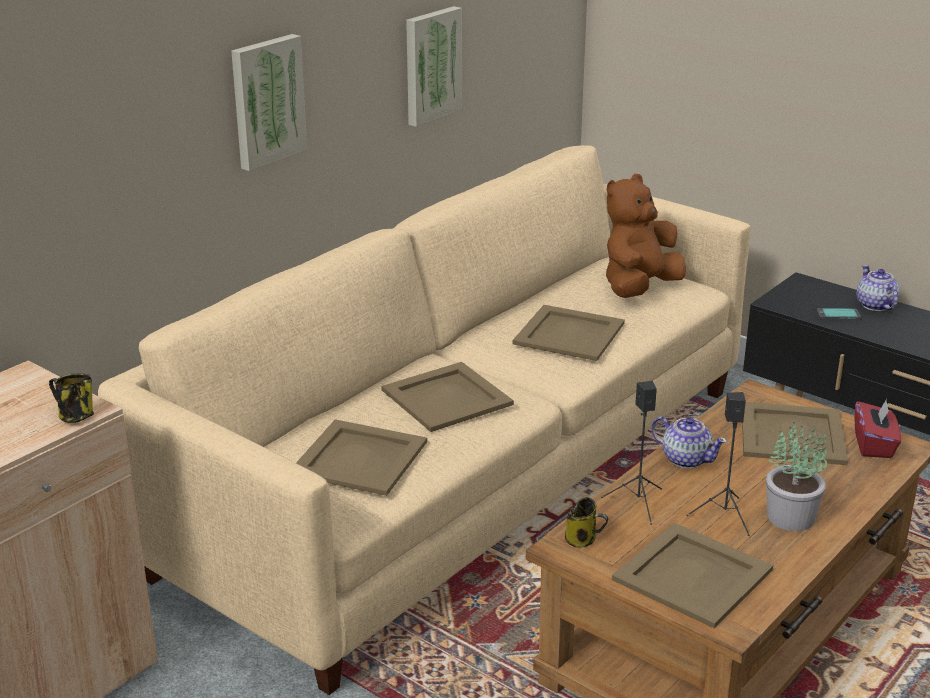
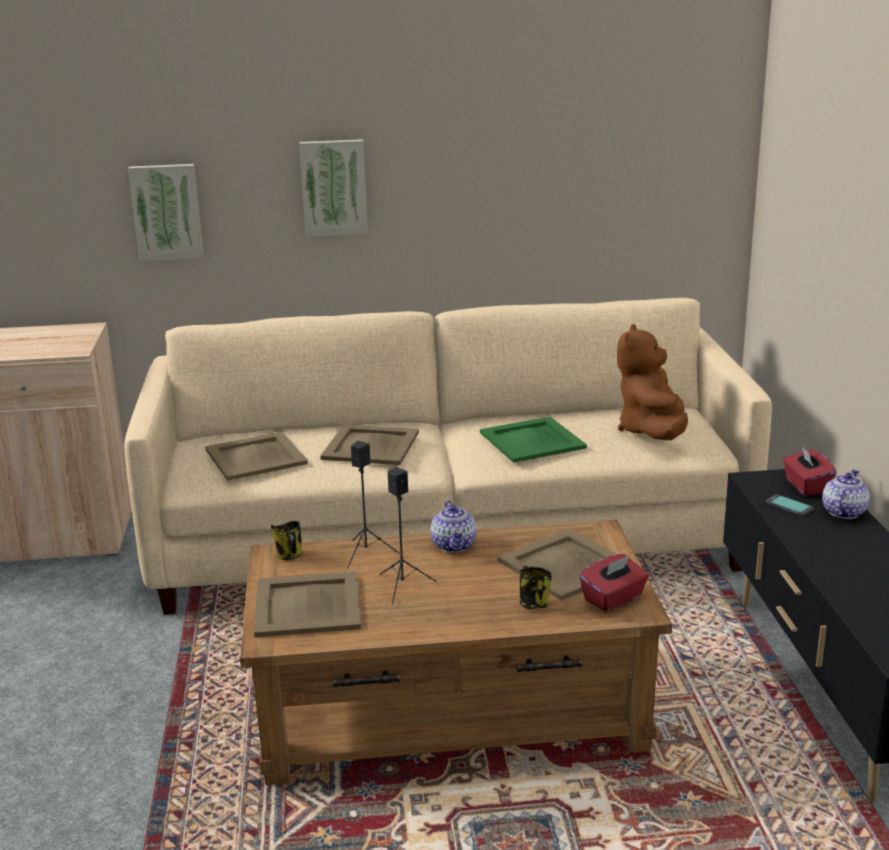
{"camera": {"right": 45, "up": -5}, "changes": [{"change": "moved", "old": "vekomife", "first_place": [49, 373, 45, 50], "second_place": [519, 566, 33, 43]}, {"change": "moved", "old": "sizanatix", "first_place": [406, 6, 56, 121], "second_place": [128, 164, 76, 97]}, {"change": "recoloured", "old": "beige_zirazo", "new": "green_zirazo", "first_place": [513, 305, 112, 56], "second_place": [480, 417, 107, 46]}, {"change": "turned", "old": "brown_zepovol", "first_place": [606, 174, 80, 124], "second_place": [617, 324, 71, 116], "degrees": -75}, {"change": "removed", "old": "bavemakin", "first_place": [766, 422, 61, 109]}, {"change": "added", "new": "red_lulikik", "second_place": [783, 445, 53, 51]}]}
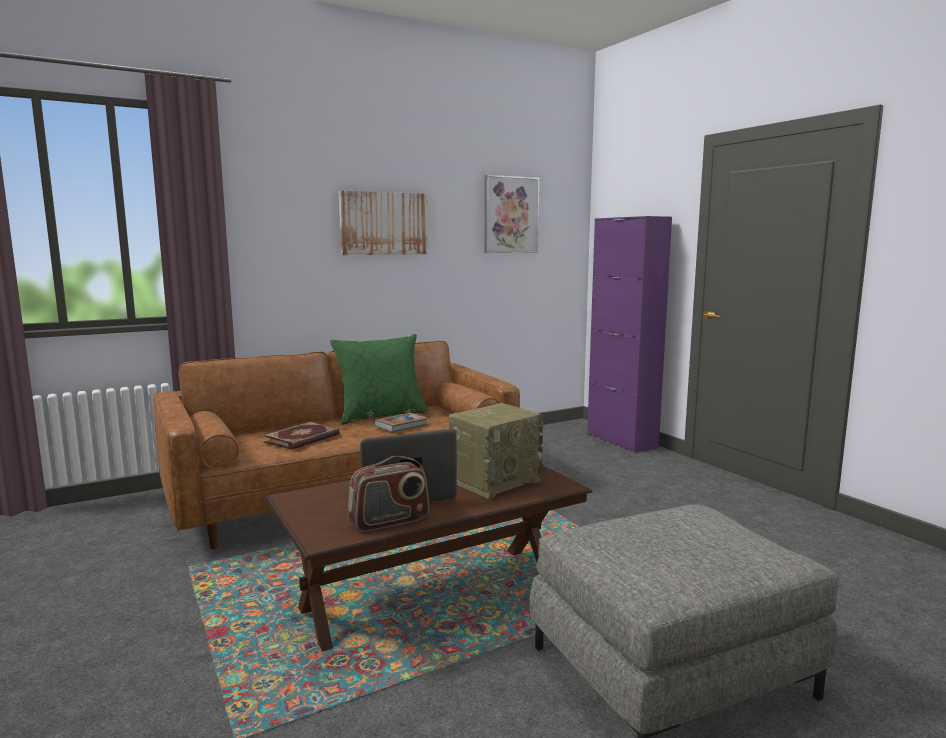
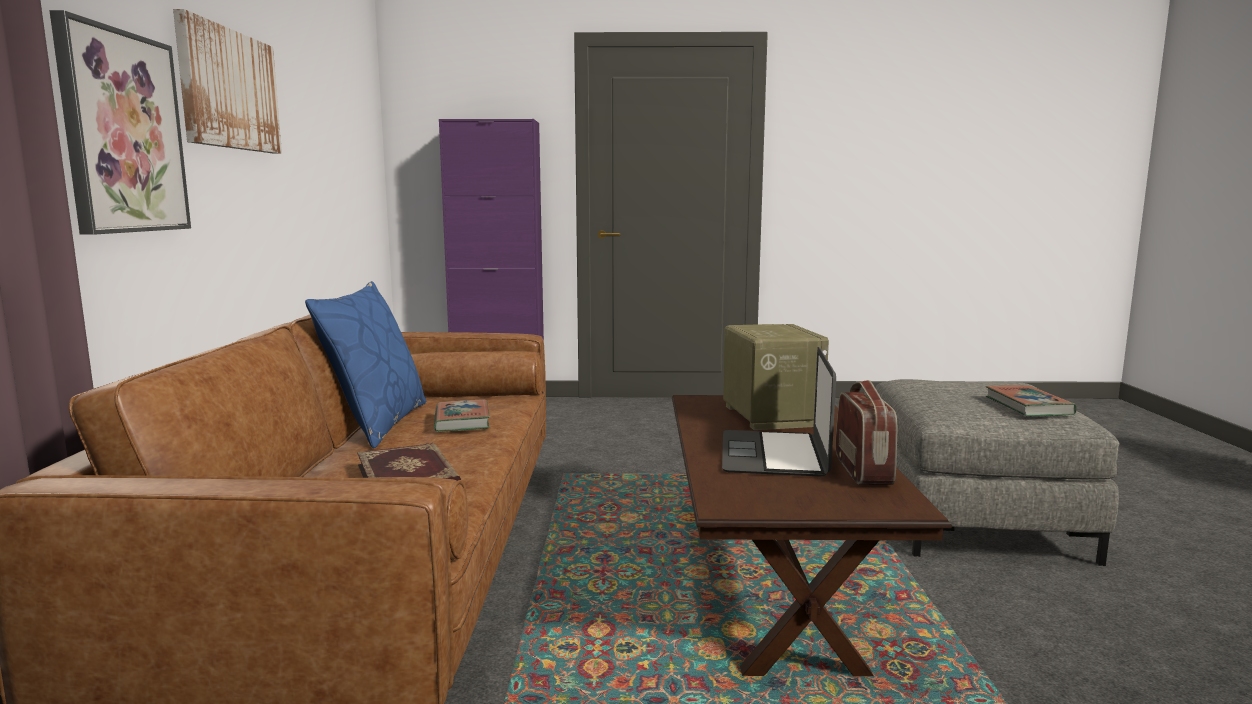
{"camera": {"right": -60, "up": 0}, "changes": [{"change": "recoloured", "old": "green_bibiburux", "new": "blue_bibiburux", "first_place": [330, 334, 99, 91], "second_place": [305, 281, 122, 167]}, {"change": "moved", "old": "sizanatix", "first_place": [484, 175, 55, 78], "second_place": [49, 10, 142, 225]}, {"change": "added", "new": "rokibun", "second_place": [986, 385, 91, 31]}]}
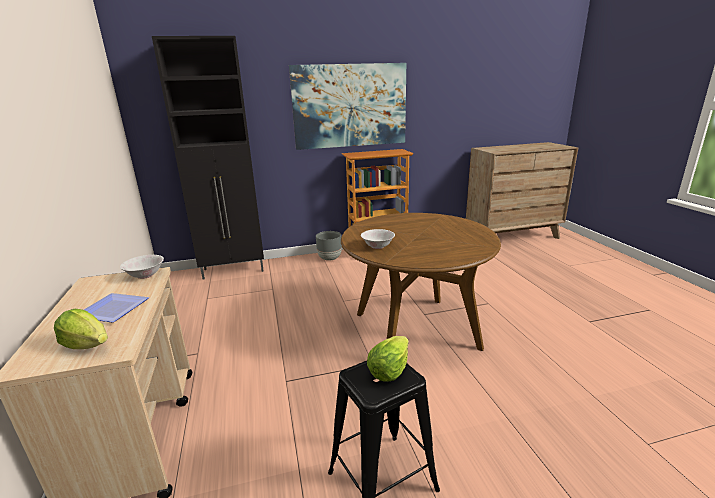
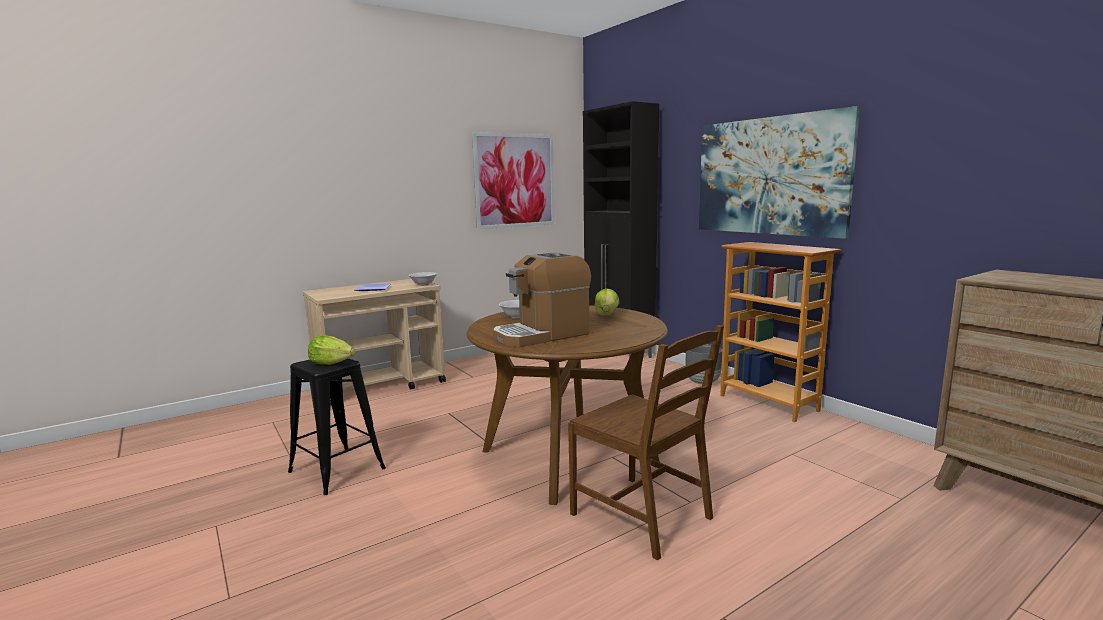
{"camera": {"right": 70, "up": -10}, "changes": [{"change": "moved", "old": "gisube", "first_place": [54, 309, 54, 40], "second_place": [594, 288, 26, 28]}, {"change": "added", "new": "sizanatix", "second_place": [472, 132, 83, 97]}, {"change": "added", "new": "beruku", "second_place": [493, 252, 98, 95]}, {"change": "added", "new": "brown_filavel", "second_place": [568, 325, 156, 235]}]}
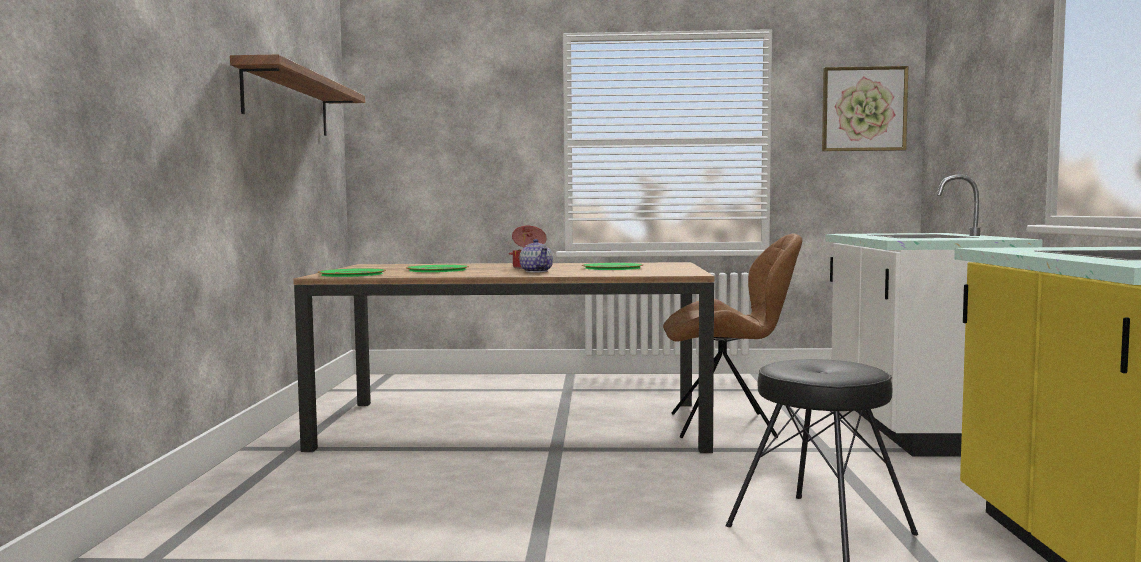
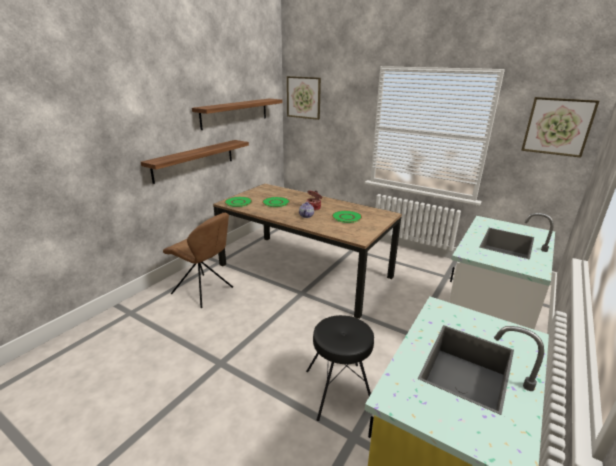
{"camera": {"right": 30, "up": 20}, "changes": [{"change": "moved", "old": "brown_filavel", "first_place": [663, 234, 139, 204], "second_place": [163, 213, 70, 95]}, {"change": "added", "new": "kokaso", "second_place": [141, 140, 108, 44]}, {"change": "added", "new": "sizanatix", "second_place": [287, 76, 34, 44]}]}
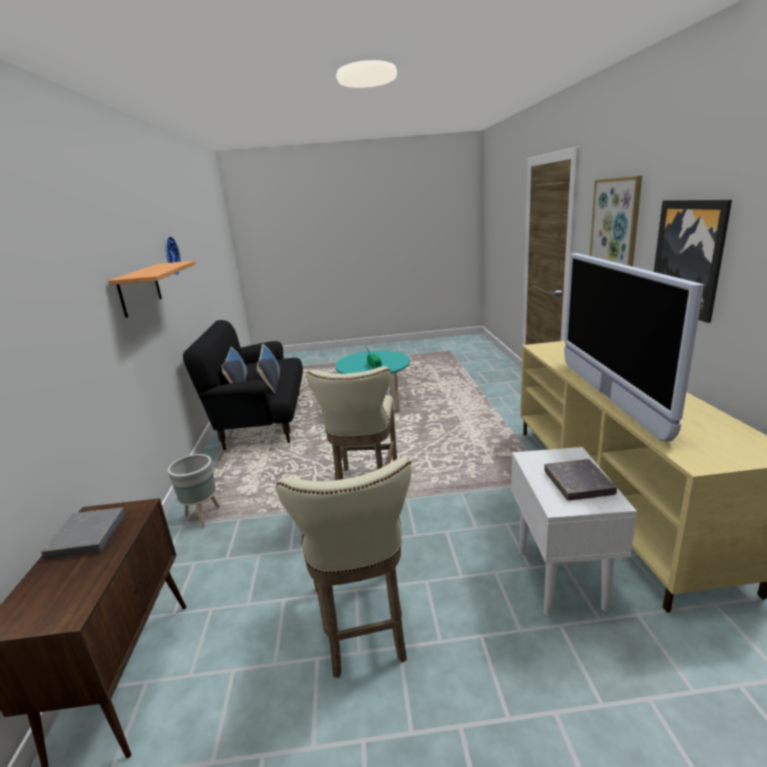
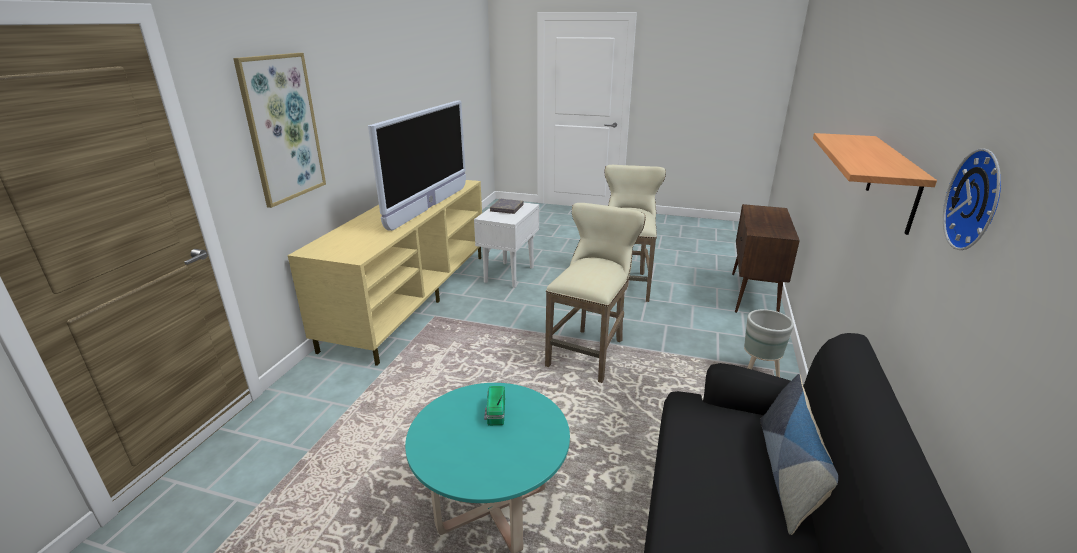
{"camera": {"right": -160, "up": 5}, "changes": [{"change": "removed", "old": "grey_rokibun", "first_place": [41, 507, 84, 52]}, {"change": "removed", "old": "bibiburux", "first_place": [257, 343, 23, 51]}, {"change": "removed", "old": "sizanatix", "first_place": [654, 200, 78, 123]}]}
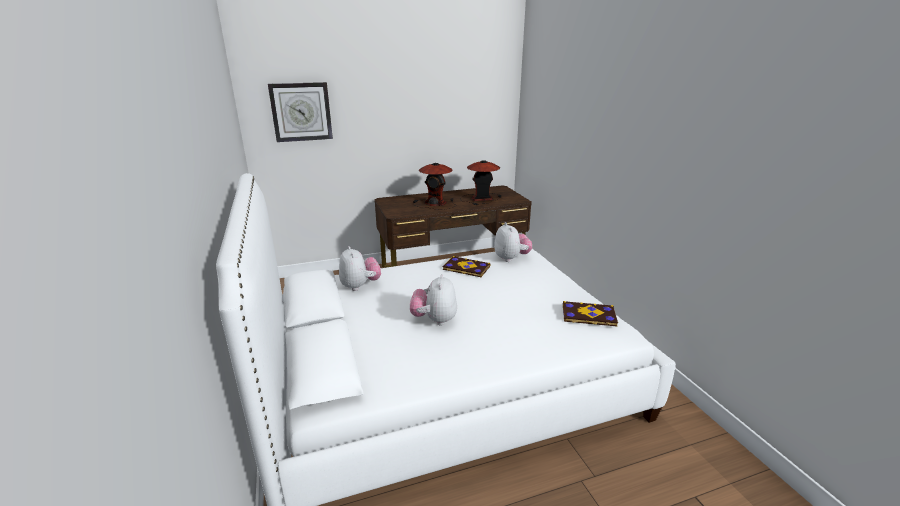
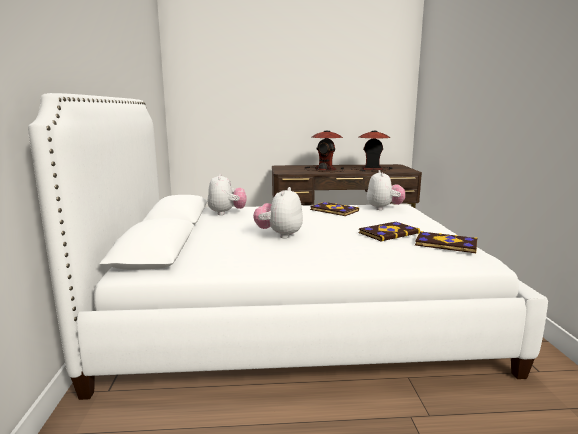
{"camera": {"right": 15, "up": -10}, "changes": [{"change": "removed", "old": "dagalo", "first_place": [268, 82, 65, 60]}, {"change": "added", "new": "rokibun", "second_place": [358, 222, 62, 20]}]}
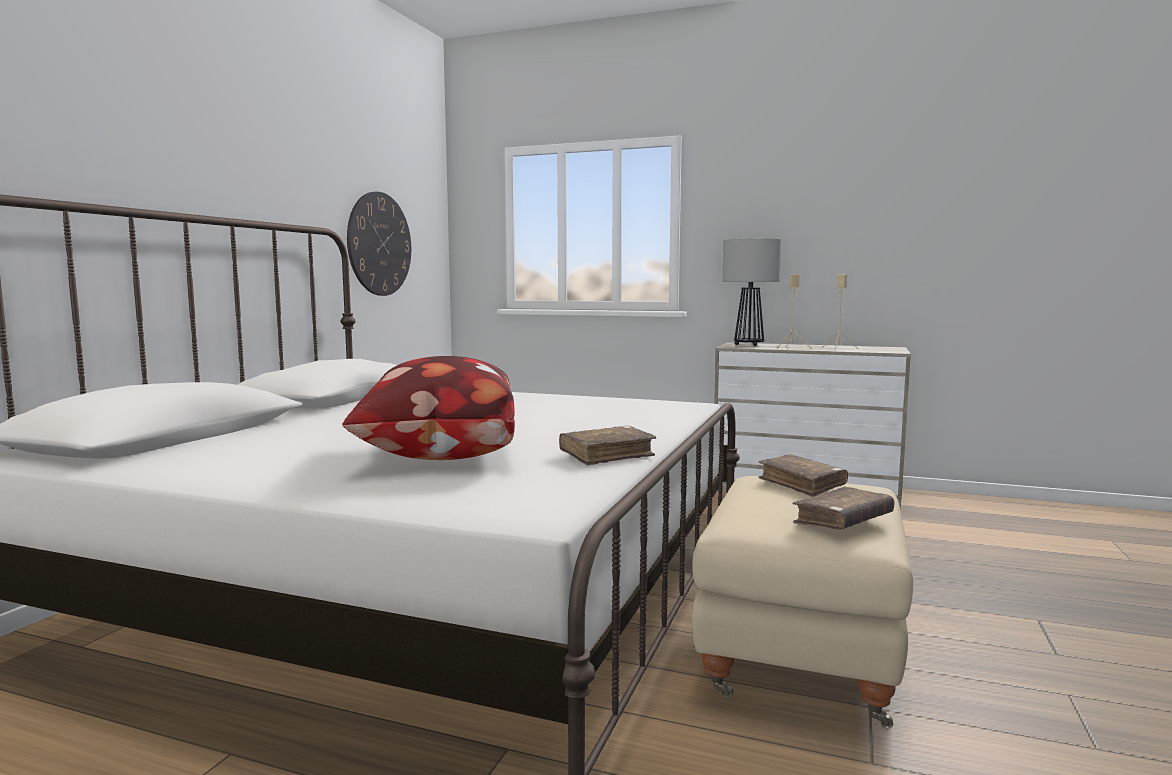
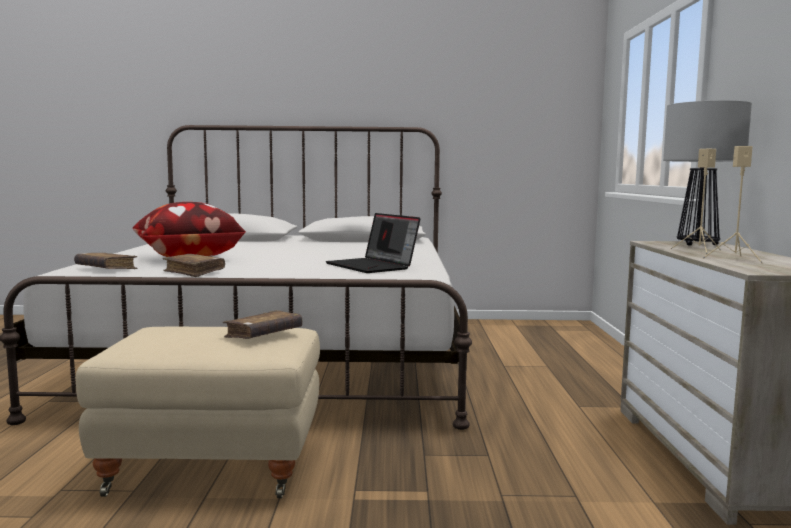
{"camera": {"right": 70, "up": 0}, "changes": [{"change": "removed", "old": "dagalo", "first_place": [347, 192, 64, 104]}, {"change": "moved", "old": "brown_rokibun", "first_place": [793, 486, 101, 44], "second_place": [74, 253, 63, 16]}, {"change": "added", "new": "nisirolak", "second_place": [326, 213, 95, 60]}]}
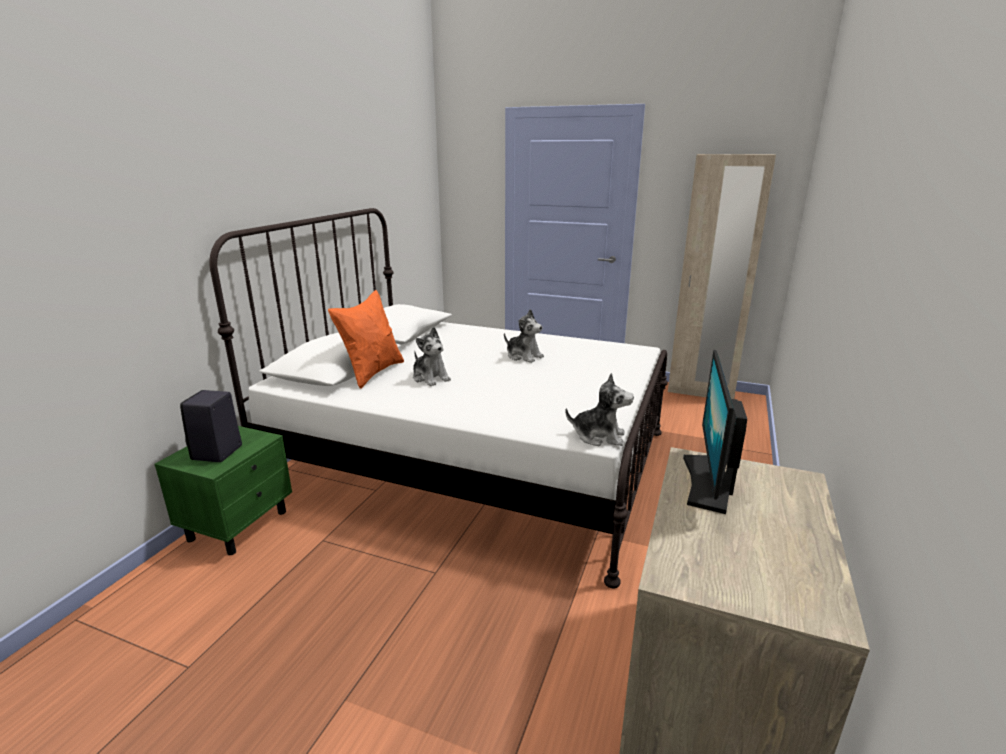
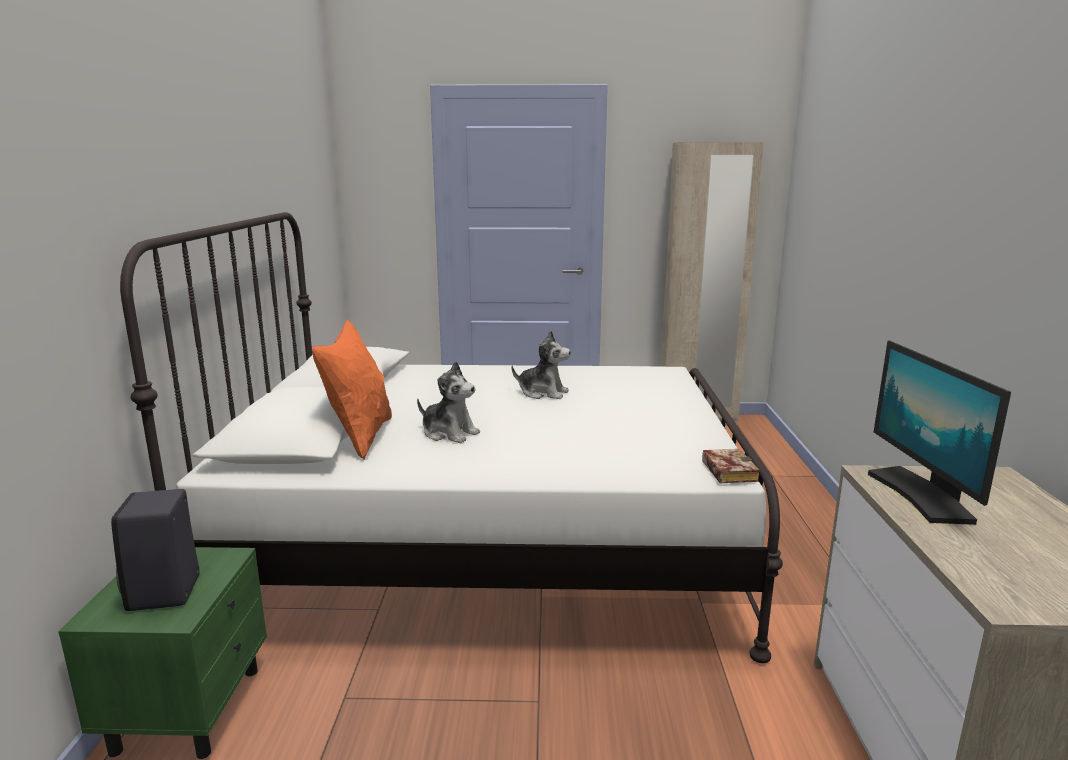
{"camera": {"right": -20, "up": -5}, "changes": [{"change": "replaced", "old": "zepovol", "new": "rokibun", "first_place": [565, 373, 69, 73], "second_place": [702, 449, 58, 34]}]}
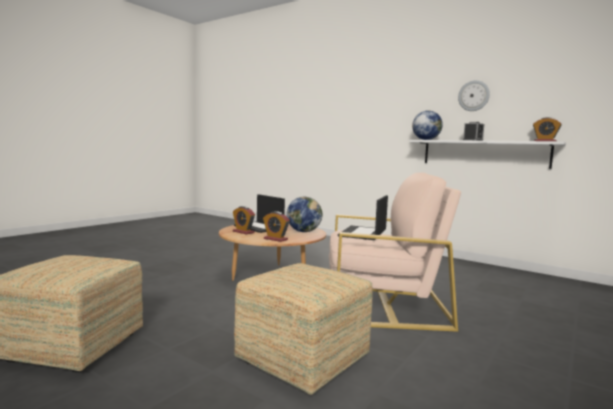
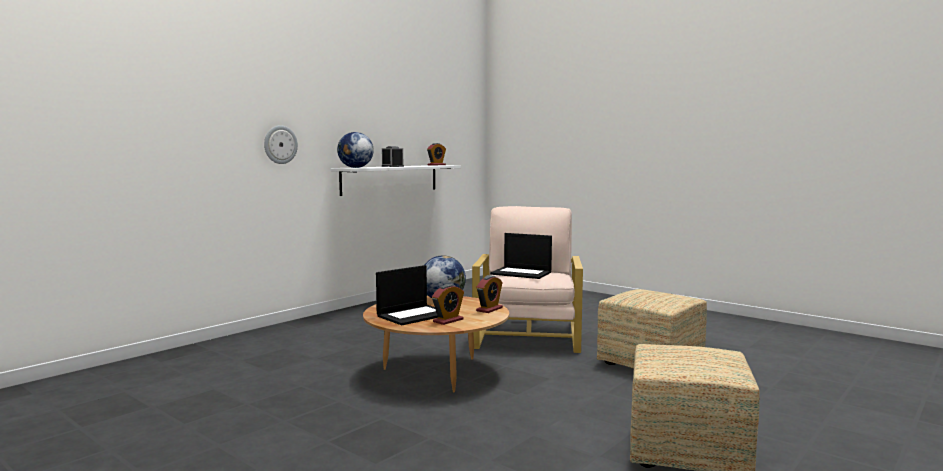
{"camera": {"right": -85, "up": 0}, "changes": [{"change": "moved", "old": "dagalo", "first_place": [458, 80, 32, 31], "second_place": [264, 125, 34, 39]}]}
